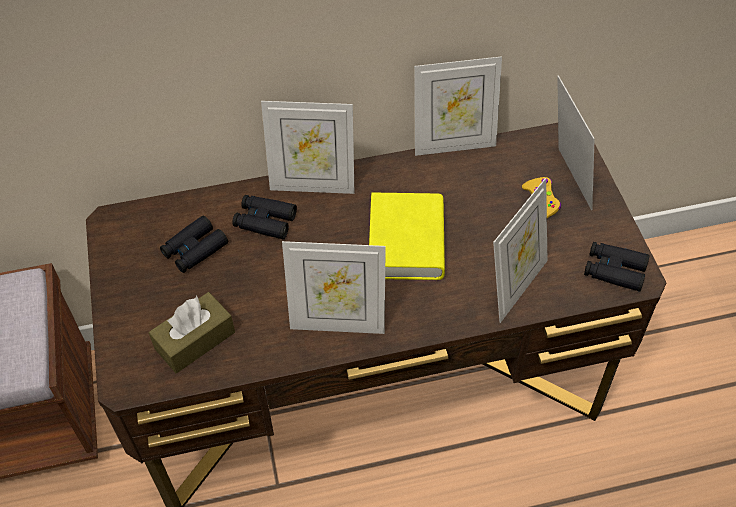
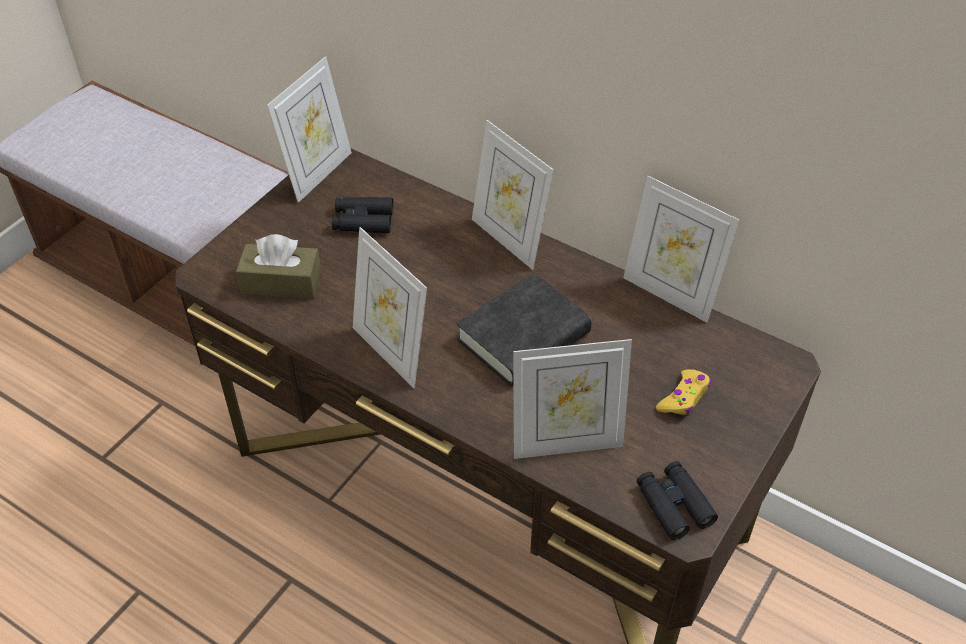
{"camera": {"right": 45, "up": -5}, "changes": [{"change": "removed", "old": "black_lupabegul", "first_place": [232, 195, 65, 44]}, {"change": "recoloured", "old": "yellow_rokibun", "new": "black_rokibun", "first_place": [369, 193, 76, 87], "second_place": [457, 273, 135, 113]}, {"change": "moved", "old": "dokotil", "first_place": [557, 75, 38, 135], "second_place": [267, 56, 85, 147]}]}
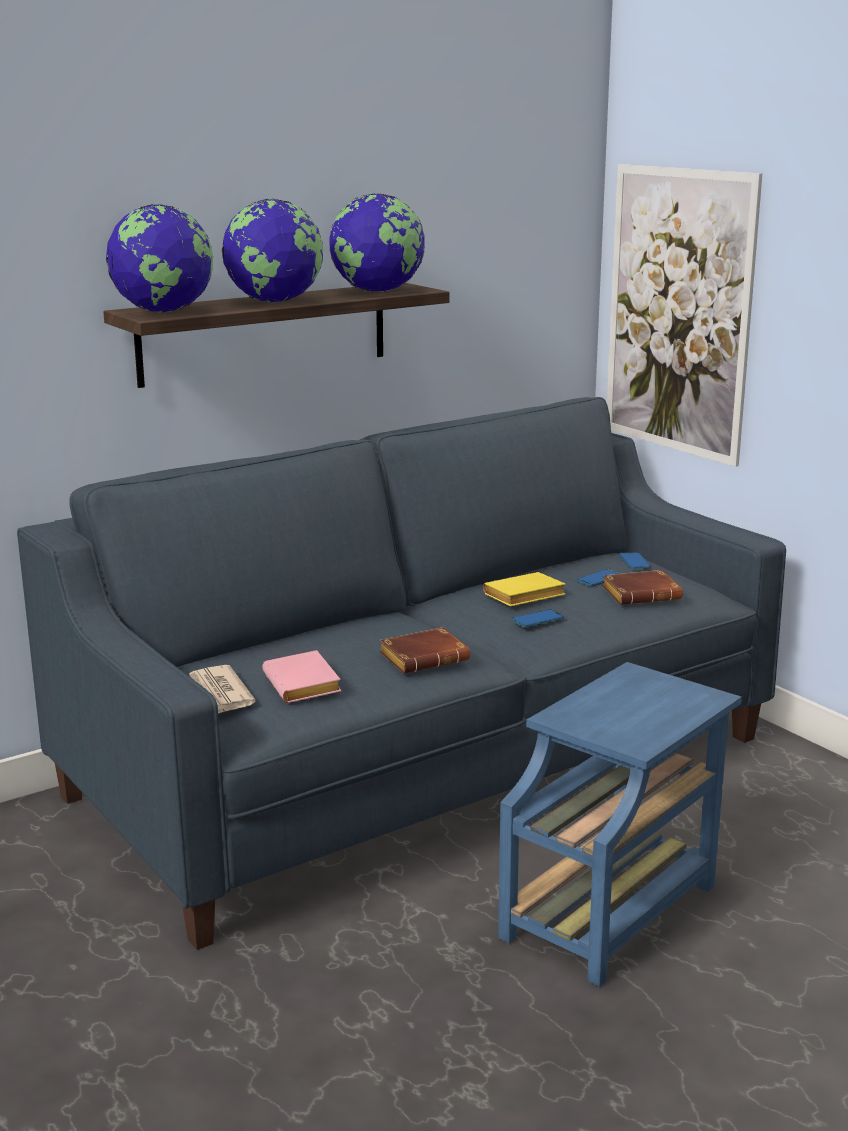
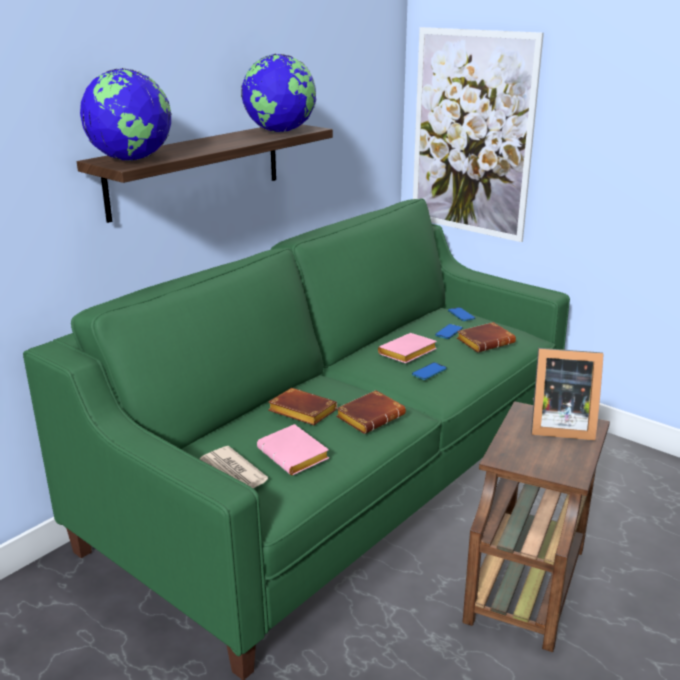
{"camera": {"right": -15, "up": 5}, "changes": [{"change": "recoloured", "old": "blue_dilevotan", "new": "green_dilevotan", "first_place": [17, 397, 769, 553], "second_place": [23, 198, 547, 482]}, {"change": "removed", "old": "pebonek", "first_place": [222, 199, 101, 103]}, {"change": "recoloured", "old": "yellow_rokibun", "new": "pink_rokibun", "first_place": [483, 572, 82, 34], "second_place": [378, 333, 59, 30]}, {"change": "recoloured", "old": "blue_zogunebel", "new": "brown_zogunebel", "first_place": [498, 662, 244, 325], "second_place": [463, 401, 147, 251]}, {"change": "added", "new": "brown_rokibun", "second_place": [268, 388, 69, 37]}, {"change": "added", "new": "dokotil", "second_place": [531, 348, 73, 93]}]}
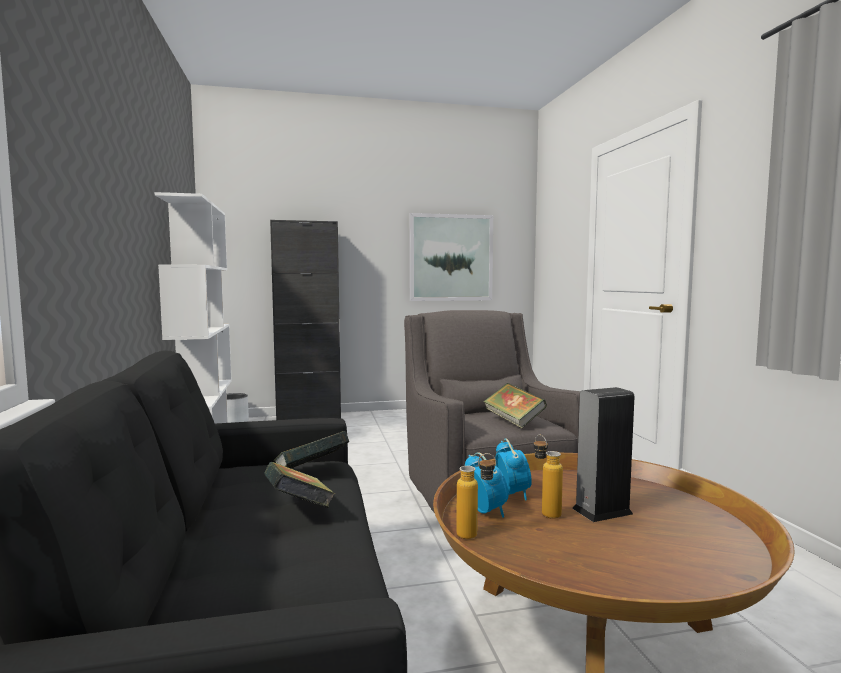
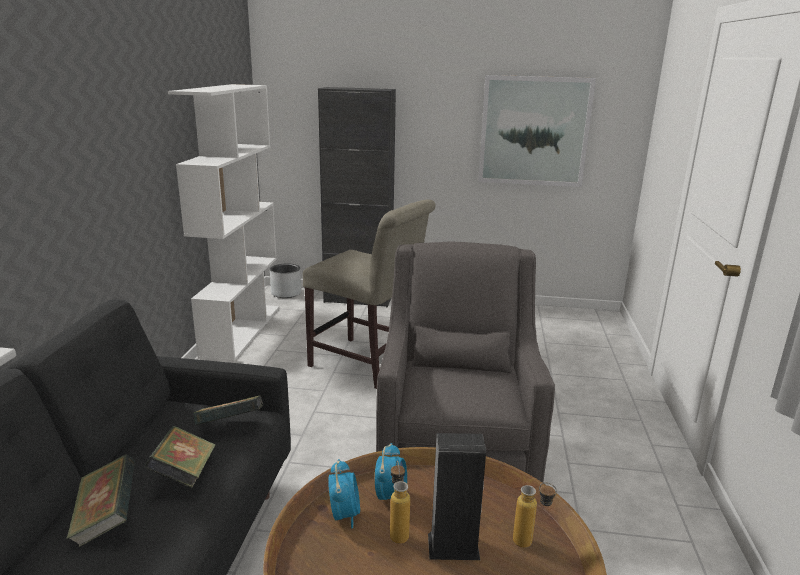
{"camera": {"right": 20, "up": 15}, "changes": [{"change": "moved", "old": "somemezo", "first_place": [456, 453, 40, 86], "second_place": [513, 482, 44, 66]}, {"change": "moved", "old": "rokibun", "first_place": [484, 383, 63, 45], "second_place": [67, 454, 68, 93]}, {"change": "added", "new": "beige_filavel", "second_place": [303, 199, 133, 190]}]}
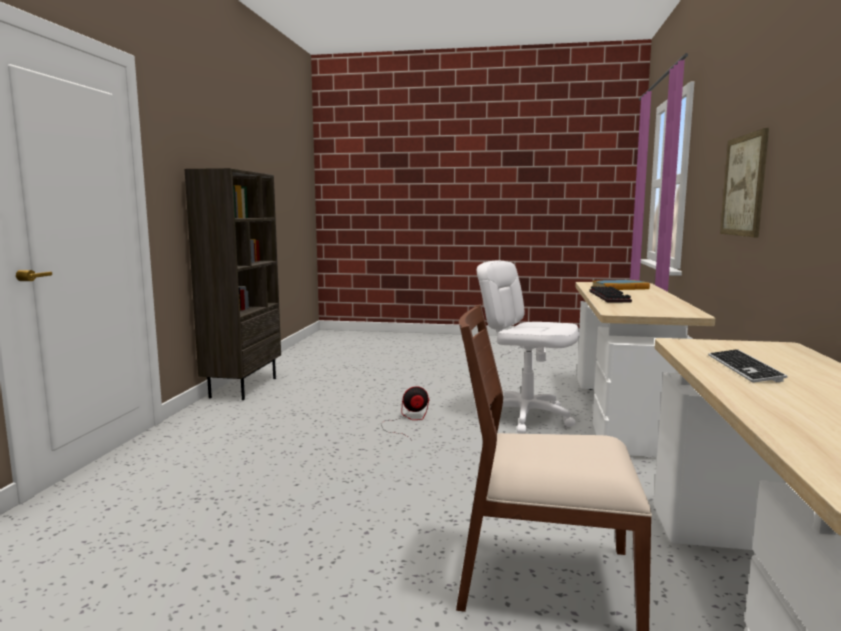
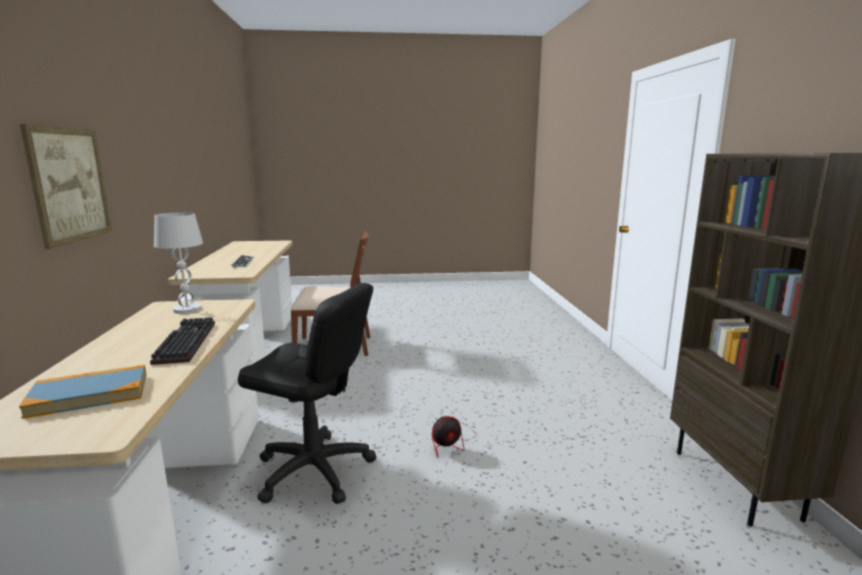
{"camera": {"right": 165, "up": 5}, "changes": [{"change": "recoloured", "old": "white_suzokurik", "new": "black_suzokurik", "first_place": [476, 261, 104, 173], "second_place": [238, 283, 138, 221]}, {"change": "added", "new": "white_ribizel", "second_place": [154, 212, 49, 102]}]}
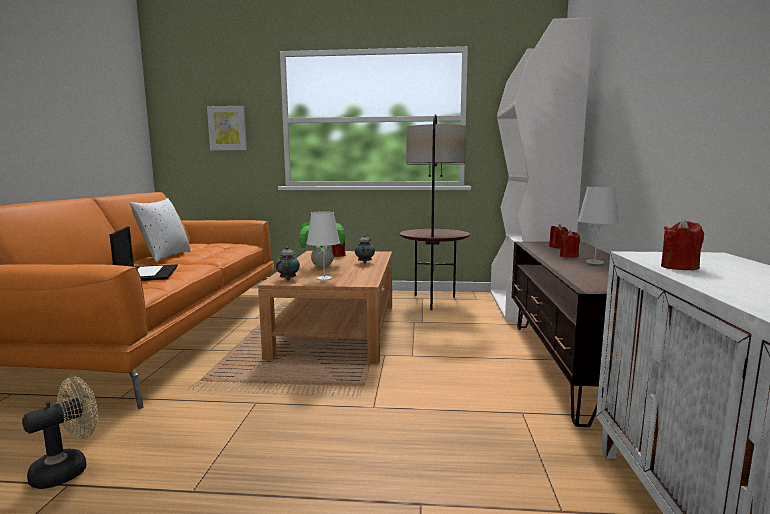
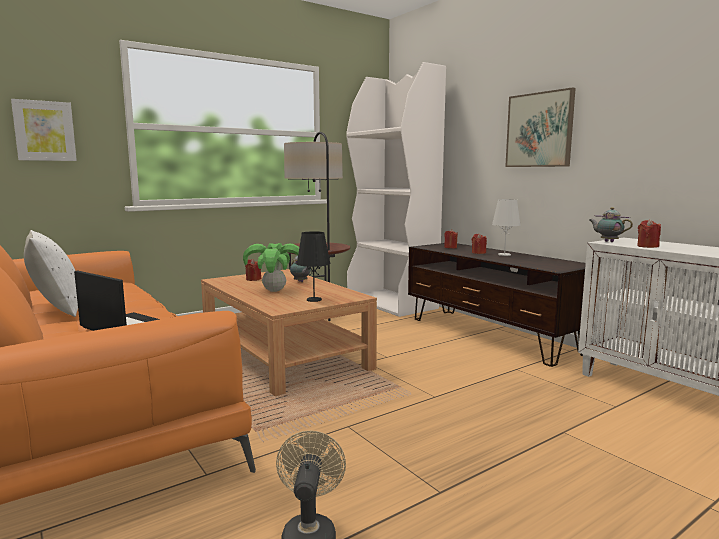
{"camera": {"right": -40, "up": 0}, "changes": [{"change": "moved", "old": "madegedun", "first_place": [276, 247, 24, 33], "second_place": [589, 207, 44, 35]}, {"change": "recoloured", "old": "white_ribizel", "new": "black_ribizel", "first_place": [306, 211, 34, 70], "second_place": [296, 231, 35, 71]}, {"change": "added", "new": "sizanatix", "second_place": [505, 88, 71, 79]}]}
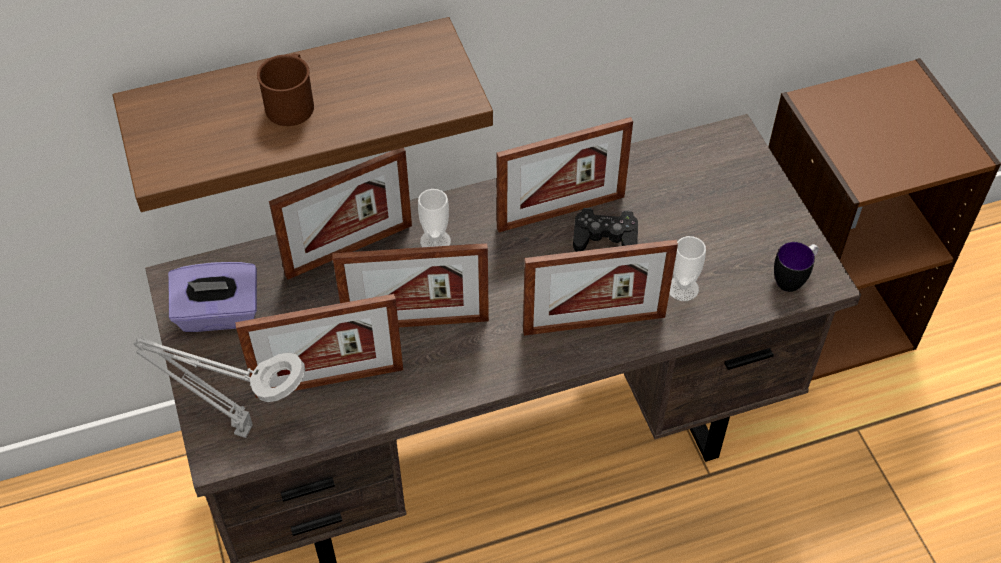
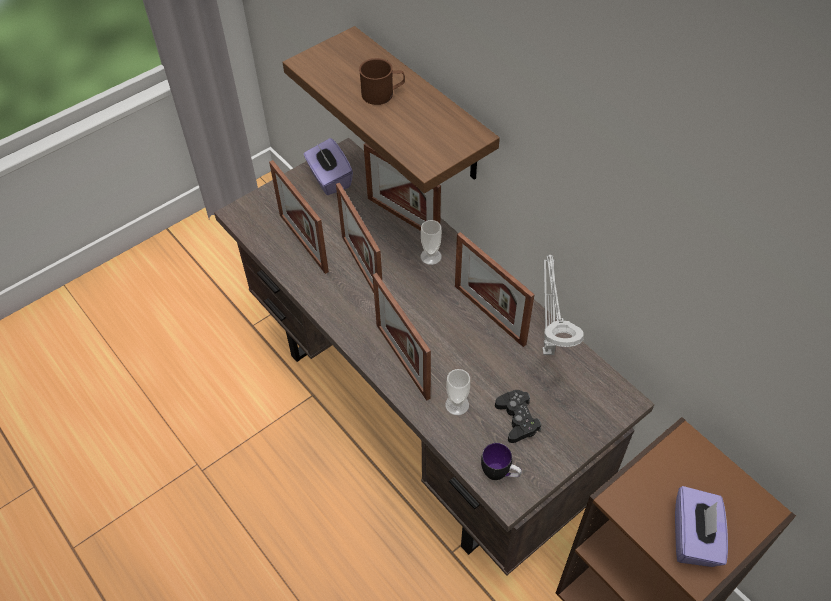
{"camera": {"right": 70, "up": 0}, "changes": [{"change": "moved", "old": "grey_ribizel", "first_place": [134, 336, 171, 102], "second_place": [543, 255, 41, 100]}, {"change": "moved", "old": "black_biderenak", "first_place": [573, 208, 65, 44], "second_place": [495, 390, 46, 53]}, {"change": "added", "new": "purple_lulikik", "second_place": [675, 486, 53, 81]}]}
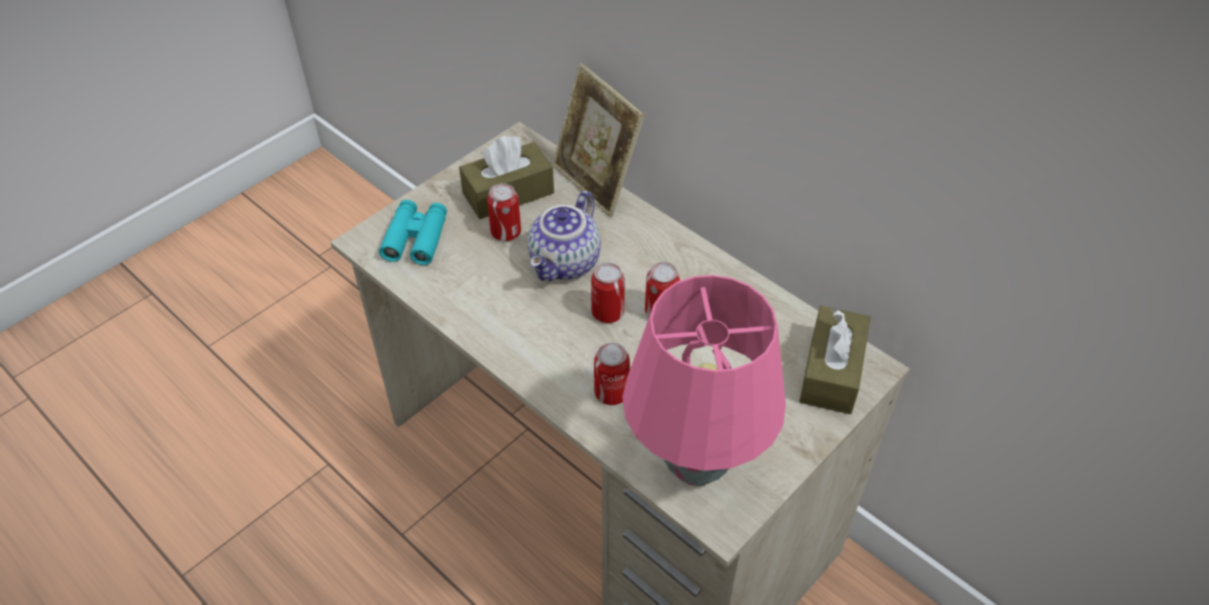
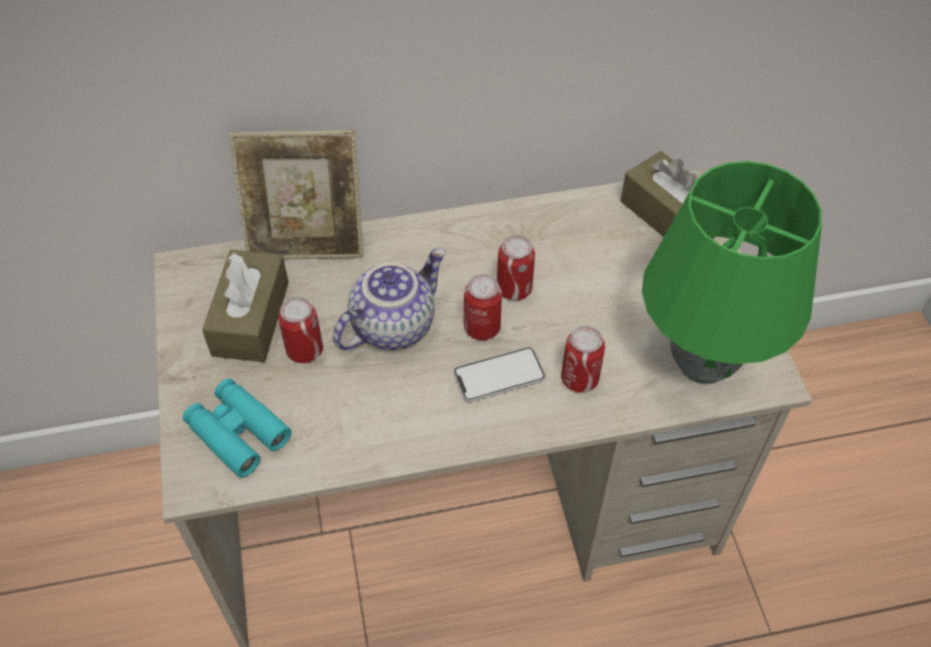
{"camera": {"right": -55, "up": 5}, "changes": [{"change": "turned", "old": "madegedun", "first_place": [528, 191, 73, 90], "second_place": [333, 248, 113, 102], "degrees": -105}, {"change": "recoloured", "old": "pink_ribizel", "new": "green_ribizel", "first_place": [622, 275, 164, 211], "second_place": [642, 161, 180, 223]}, {"change": "added", "new": "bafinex", "second_place": [453, 347, 93, 55]}]}
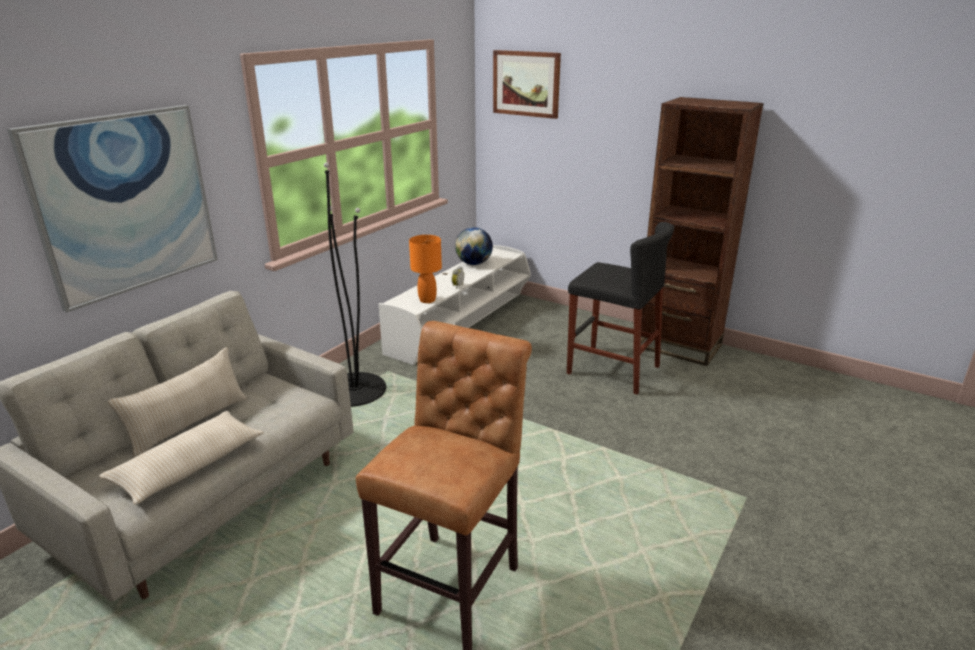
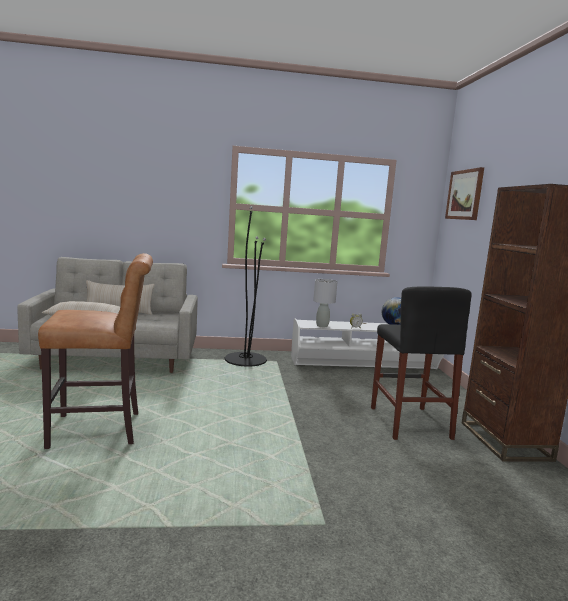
{"camera": {"right": 50, "up": -15}, "changes": [{"change": "removed", "old": "sizanatix", "first_place": [7, 105, 211, 208]}, {"change": "recoloured", "old": "orange_ribizel", "new": "grey_ribizel", "first_place": [409, 235, 33, 68], "second_place": [313, 279, 25, 48]}]}
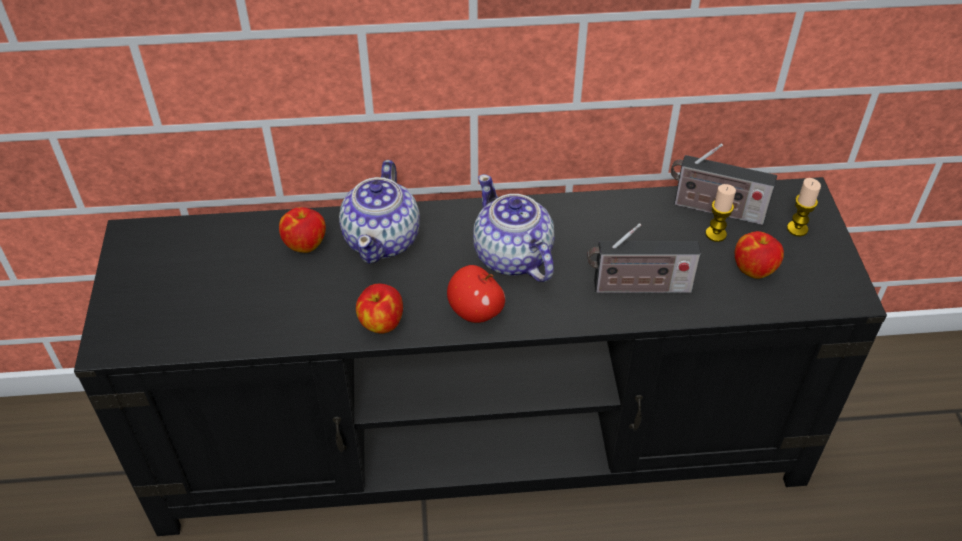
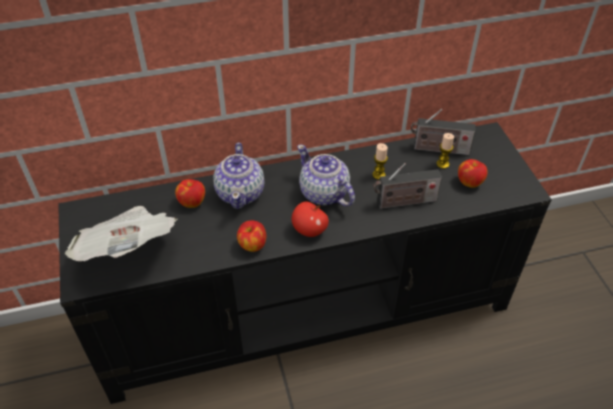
{"camera": {"right": -10, "up": 0}, "changes": [{"change": "moved", "old": "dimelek", "first_place": [787, 178, 34, 58], "second_place": [372, 143, 16, 37]}, {"change": "added", "new": "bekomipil", "second_place": [65, 206, 113, 55]}]}
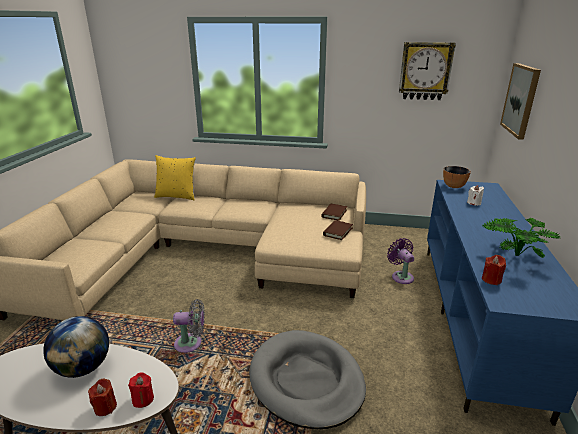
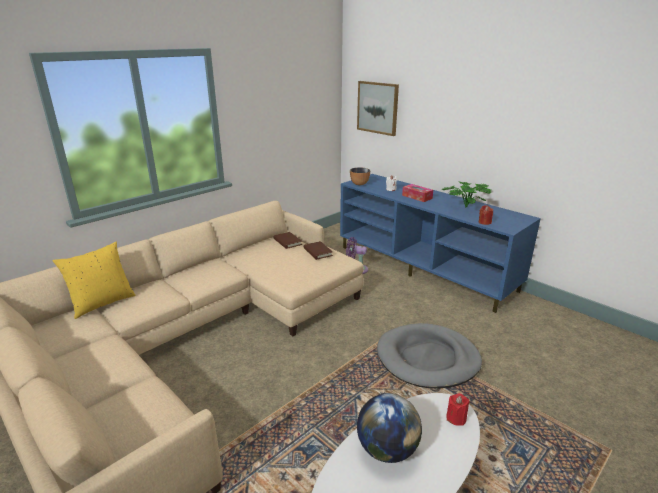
{"camera": {"right": -55, "up": 0}, "changes": [{"change": "removed", "old": "red_dimelek", "first_place": [88, 379, 29, 37]}, {"change": "removed", "old": "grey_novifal", "first_place": [173, 299, 32, 54]}, {"change": "removed", "old": "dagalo", "first_place": [399, 42, 57, 58]}, {"change": "added", "new": "lulikik", "second_place": [402, 184, 31, 18]}]}
